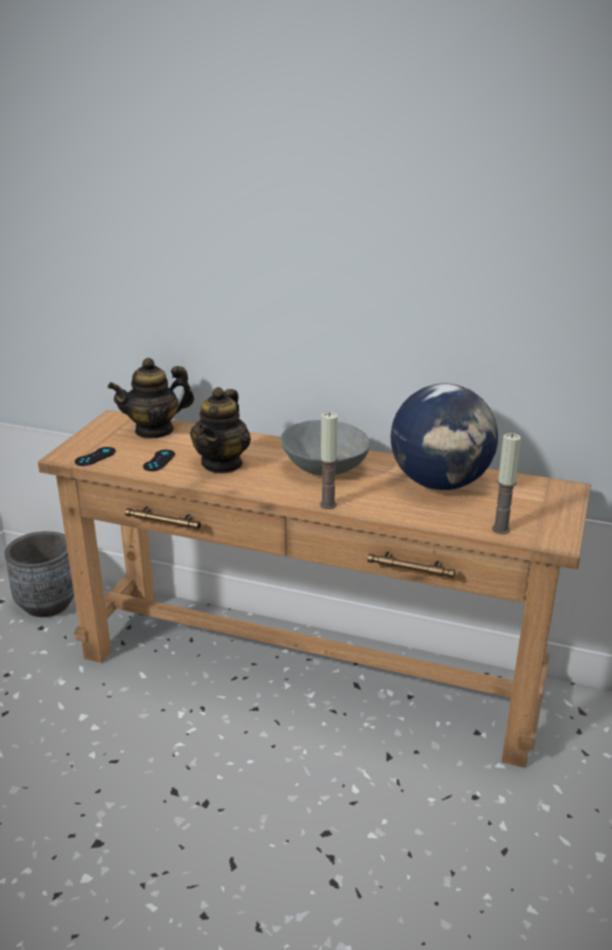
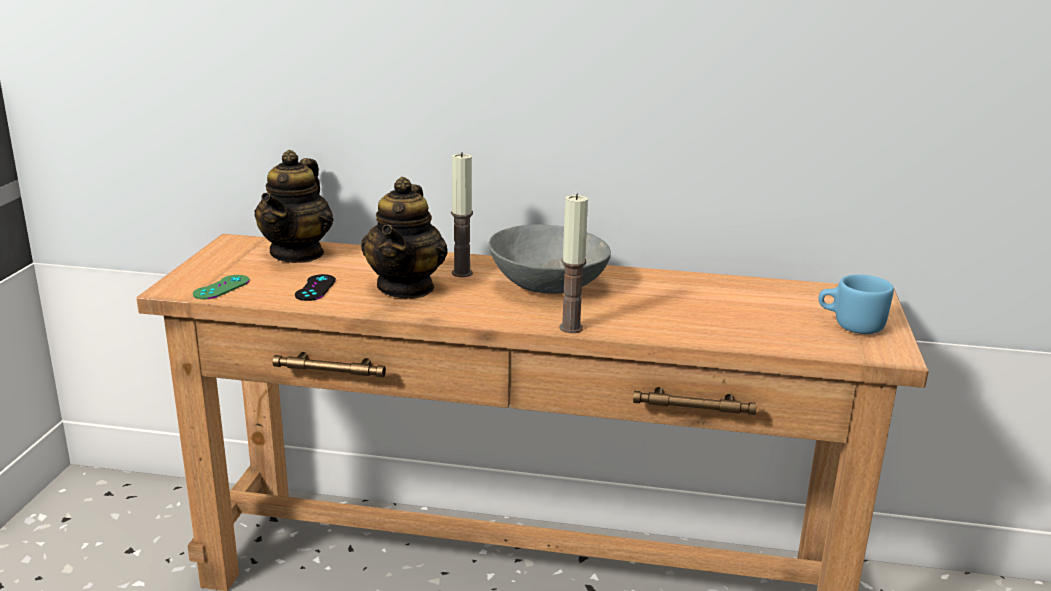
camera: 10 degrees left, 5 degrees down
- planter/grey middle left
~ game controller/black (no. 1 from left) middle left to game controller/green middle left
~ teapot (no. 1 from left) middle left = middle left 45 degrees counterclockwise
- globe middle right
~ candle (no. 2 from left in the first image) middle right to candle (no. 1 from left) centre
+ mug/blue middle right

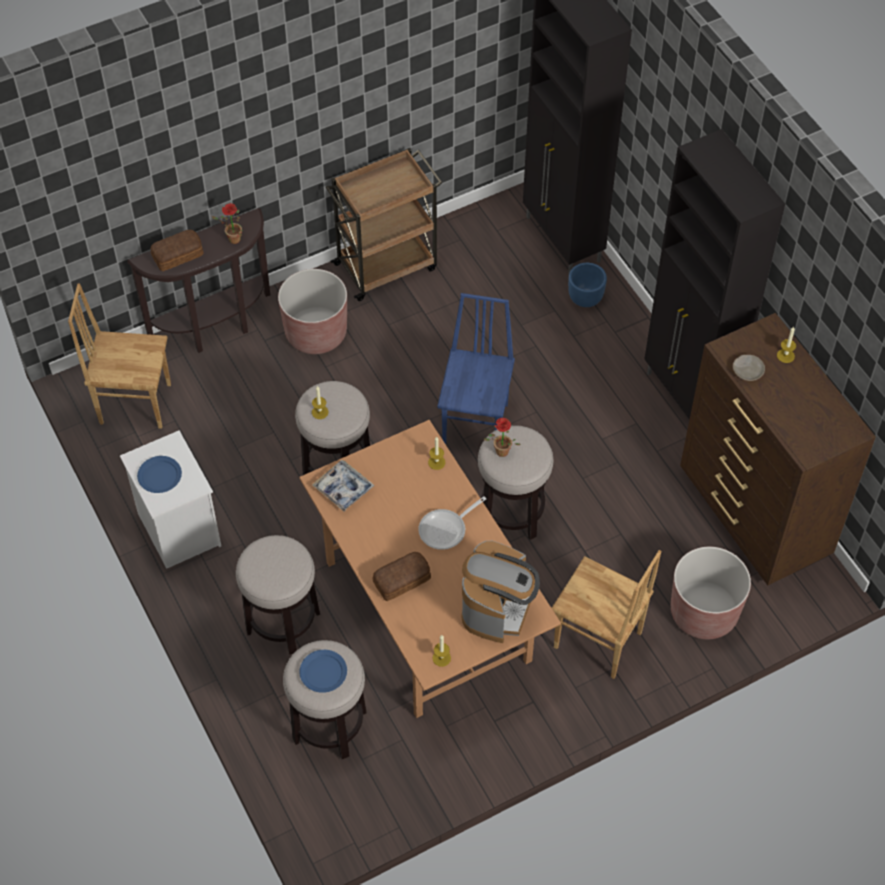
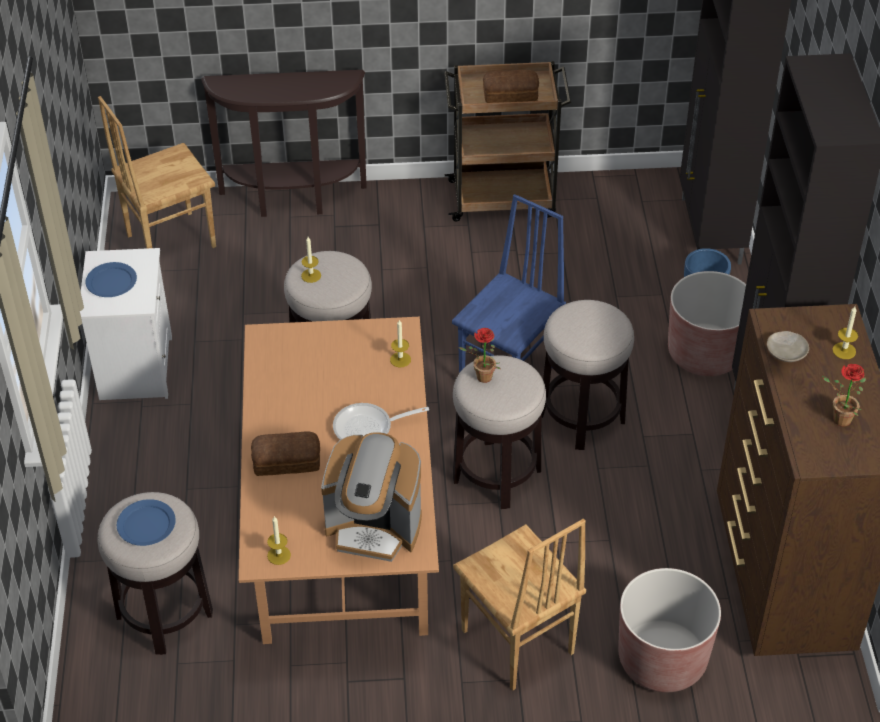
camera: 25 degrees right, 10 degrees down
~ chair/brown (no. 1 from left) middle left = top left 60 degrees counterclockwise
~ bread (no. 1 from left in the first image) top left to bread (no. 2 from left) top centre
~ potted plant (no. 1 from left in the first image) top left to potted plant (no. 2 from left) middle right
~ stool (no. 1 from left in the first image) bottom left to stool (no. 4 from left) middle right
~ planter/brown (no. 1 from left in the first image) centre to planter/brown (no. 2 from left) middle right
- tray centre
~ coffee machine bottom centre = bottom centre 60 degrees clockwise

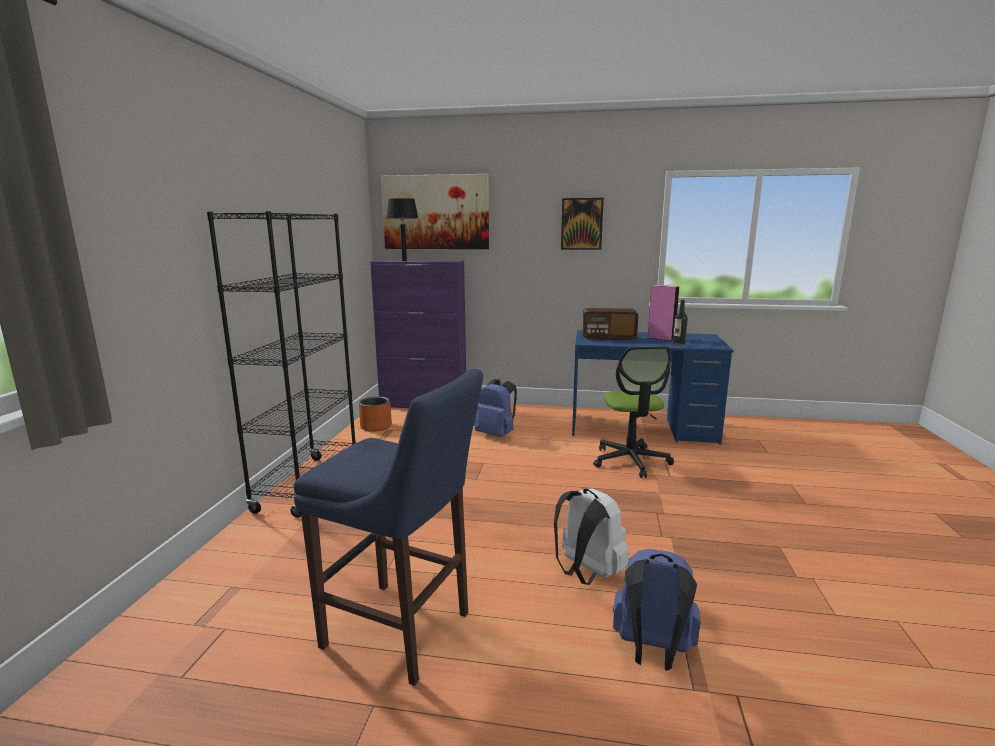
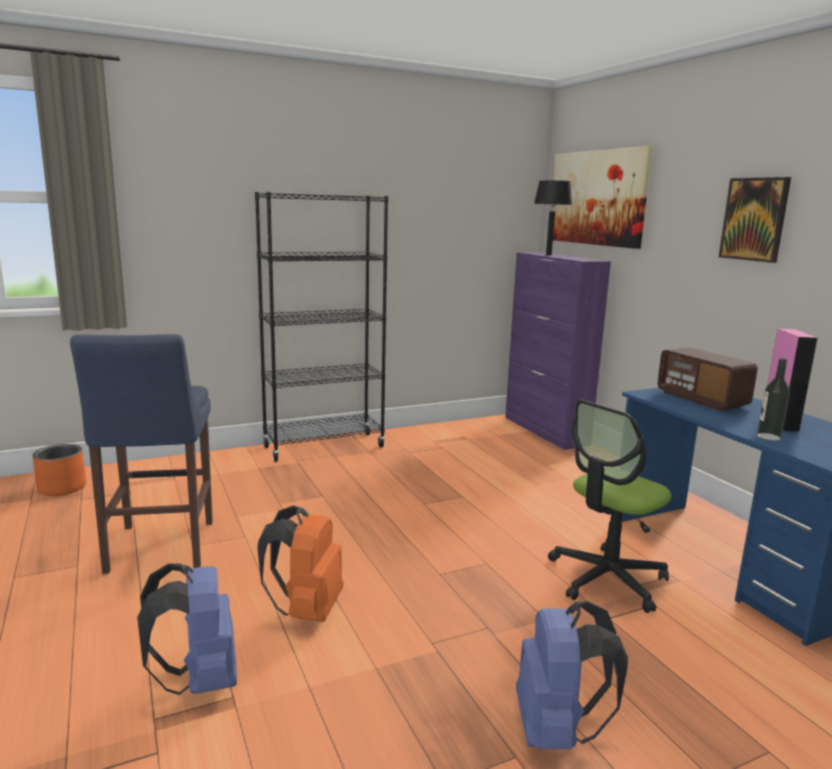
camera: 55 degrees right, 0 degrees up
~ planter/orange centre to middle left
~ backpack/blue (no. 1 from left in the first image) centre to backpack/blue (no. 2 from left) bottom right
~ backpack/white bottom centre to backpack/orange bottom centre

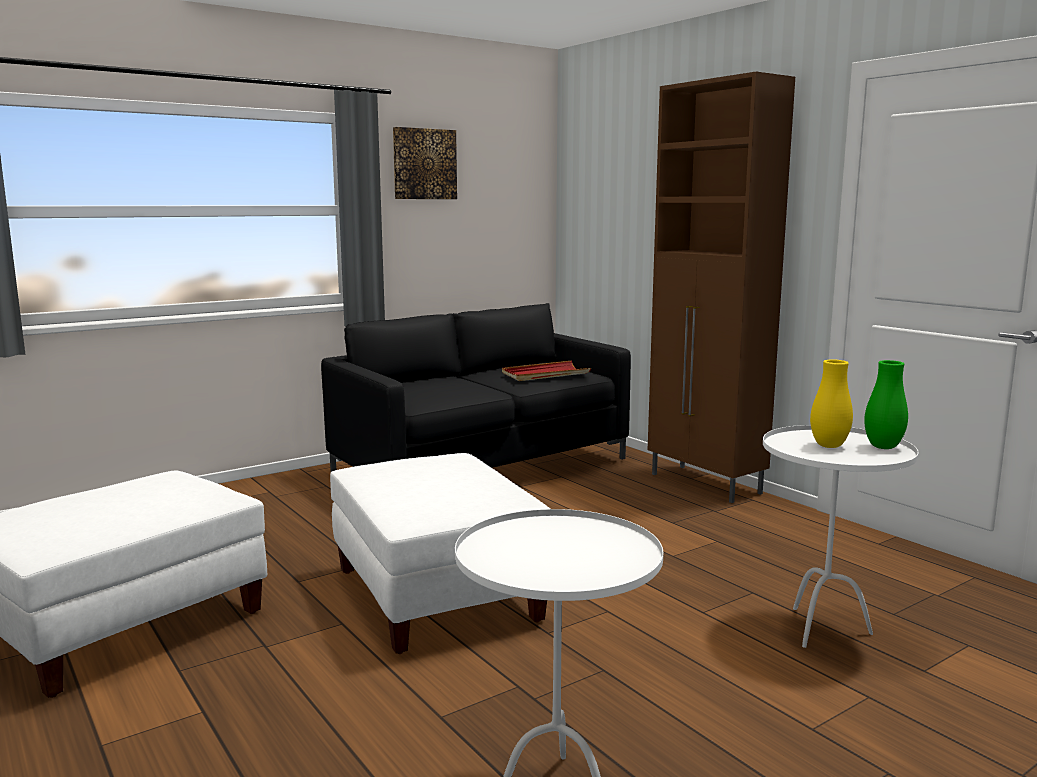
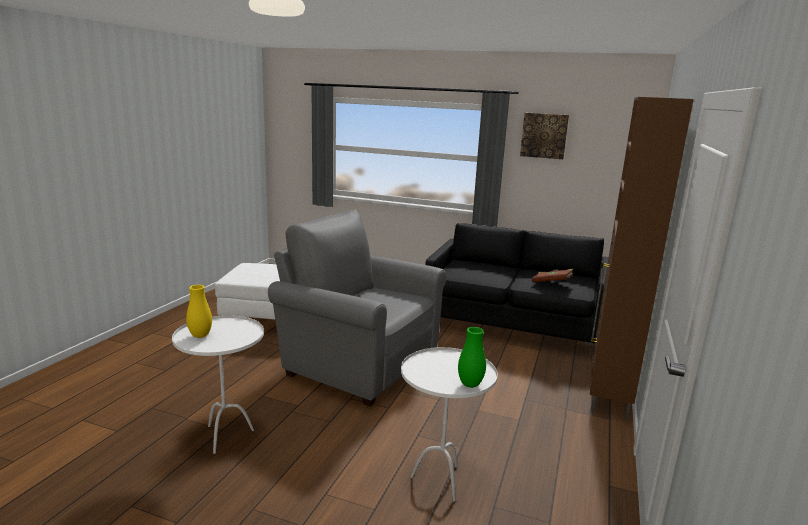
camera: 55 degrees right, 5 degrees up
~ ottoman/white (no. 2 from left) bottom centre to armchair/grey centre
~ tray/red centre to book/brown middle right
~ vase/yellow middle right to middle left

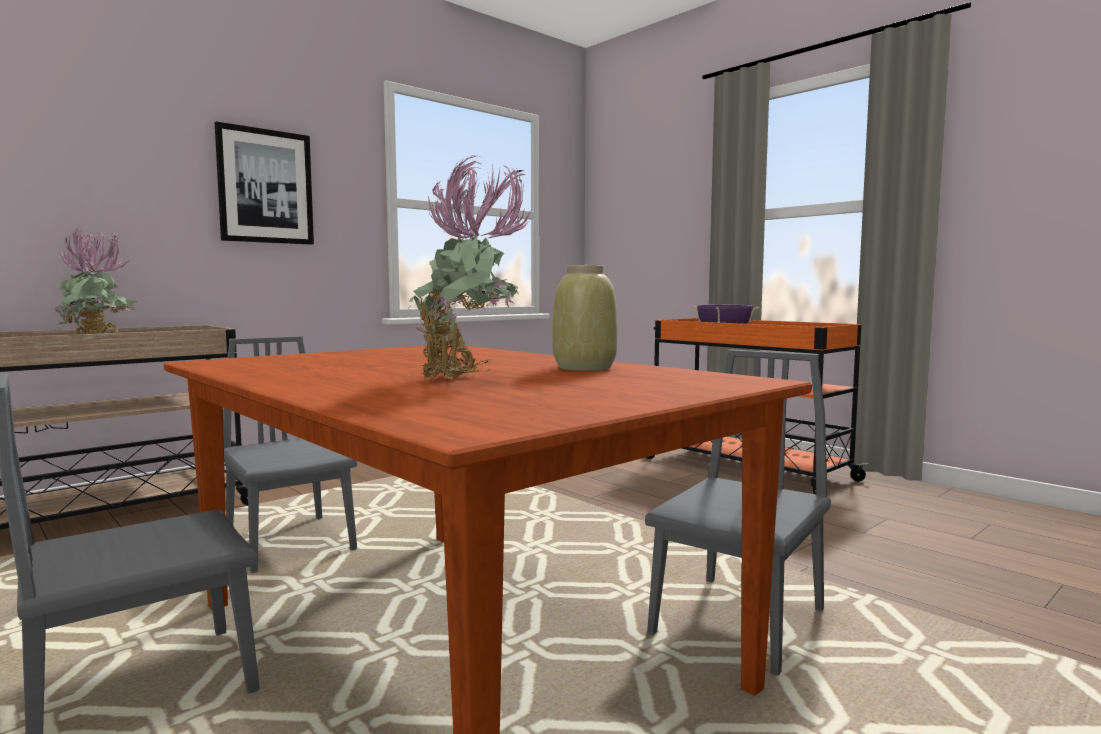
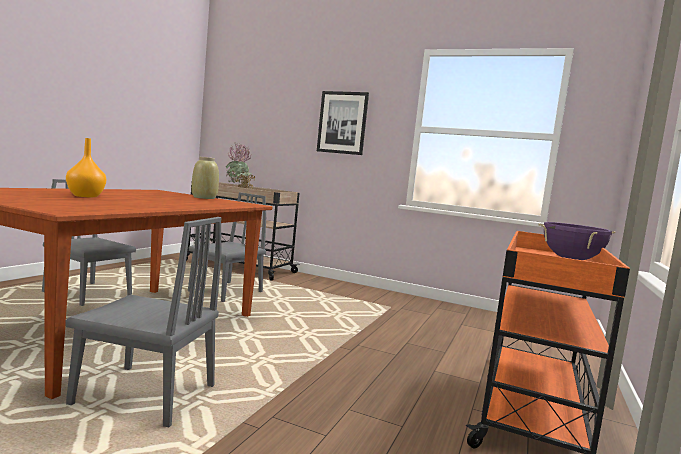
camera: 65 degrees right, 0 degrees up
~ potted plant (no. 2 from left) centre to vase/orange middle left
~ vase/beige centre to middle left

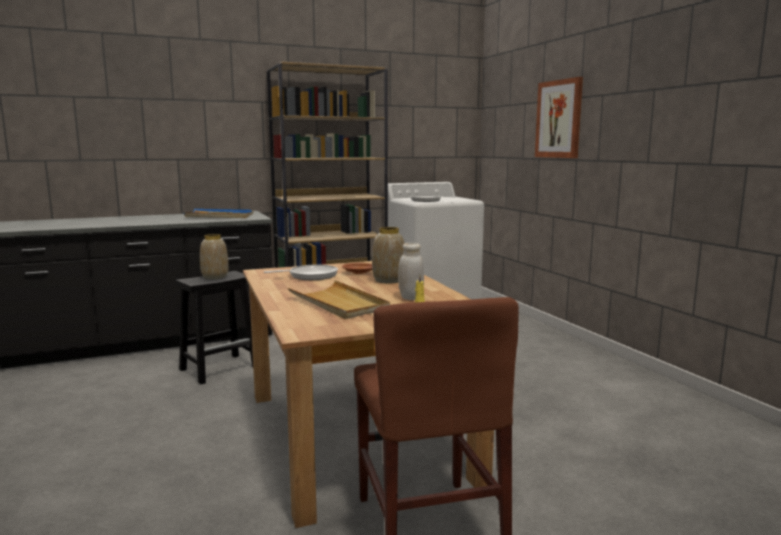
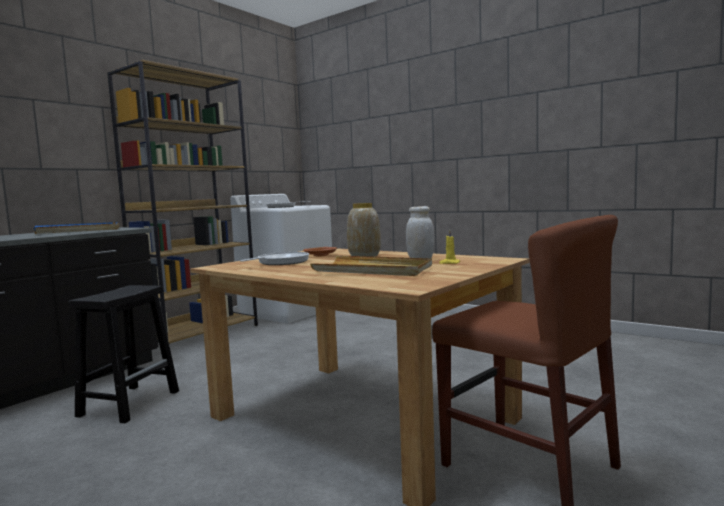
camera: 30 degrees left, 5 degrees down
- vase (no. 1 from left) middle left
- picture top right

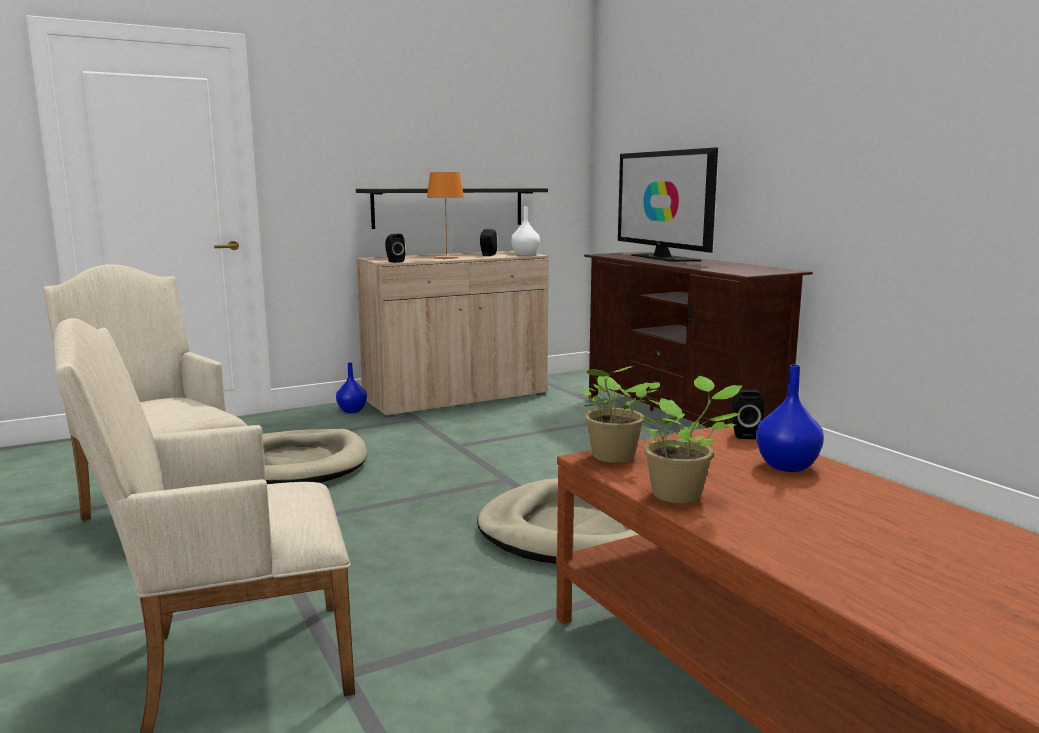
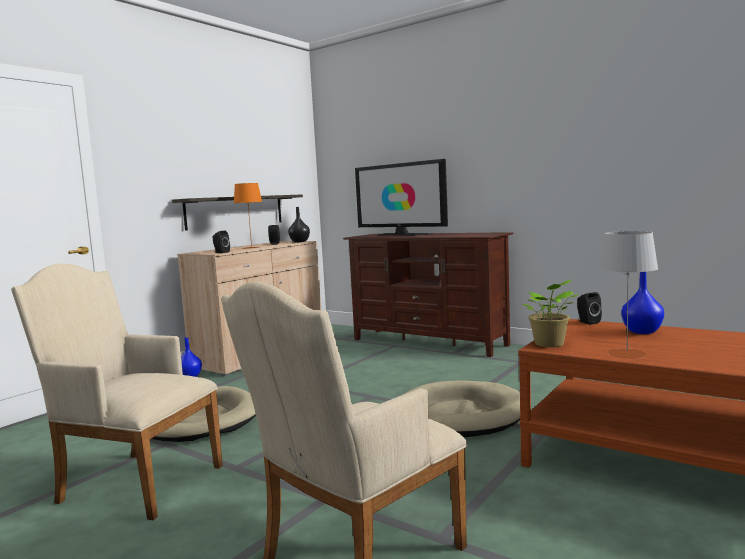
camera: 25 degrees left, 5 degrees down
~ vase/white top centre to vase/black centre
~ potted plant (no. 2 from left) middle right to table lamp/grey middle right

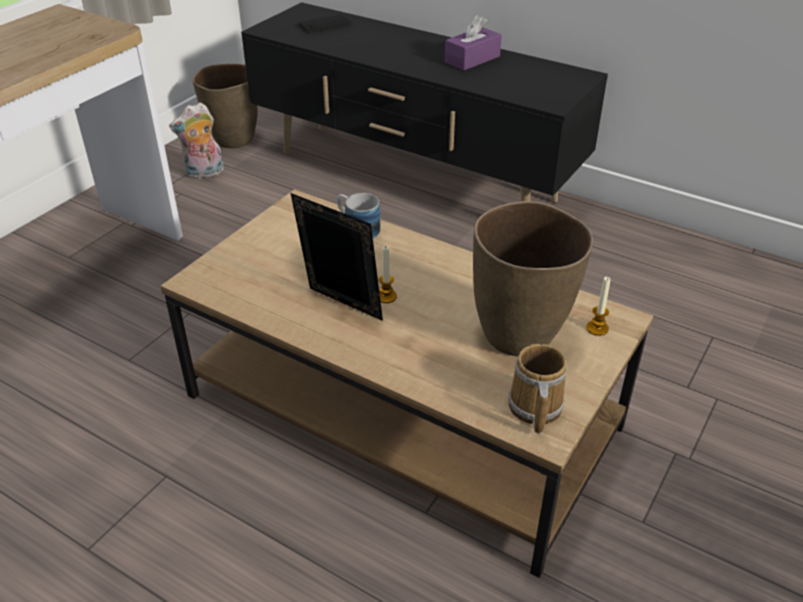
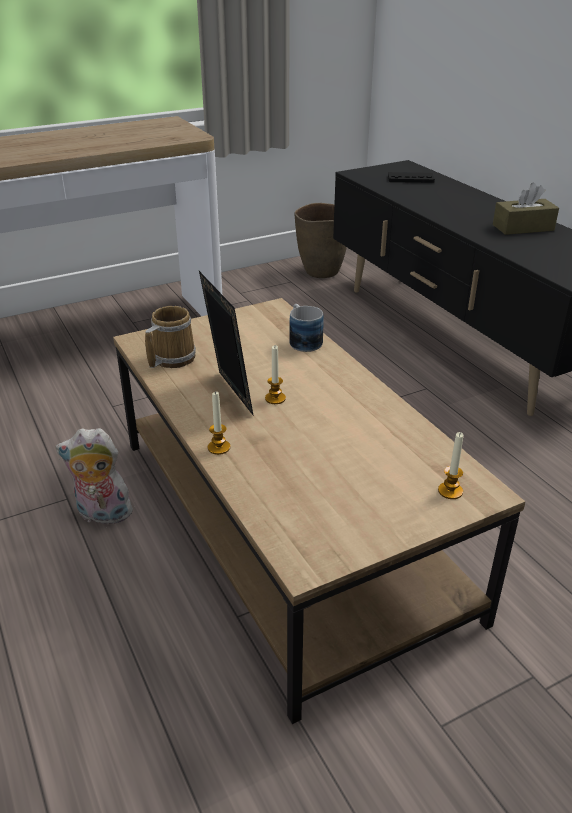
camera: 30 degrees right, 5 degrees down
~ plush toy top left to middle left
~ tissue box/purple top centre to tissue box/brown top right
- vase/brown (no. 2 from left) centre
~ mug (no. 2 from left in the first image) middle right to mug (no. 1 from left) middle left
+ candle (no. 1 from left) centre

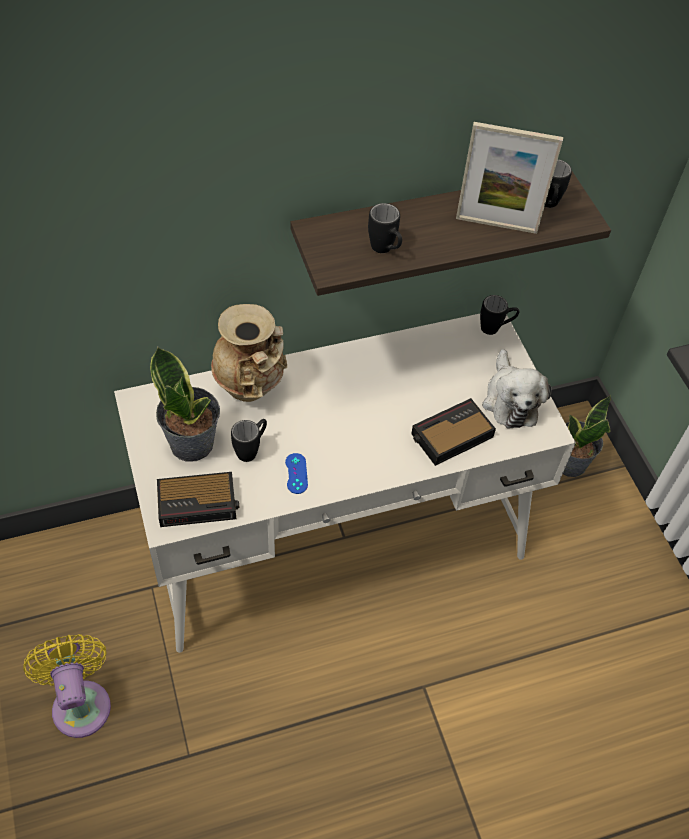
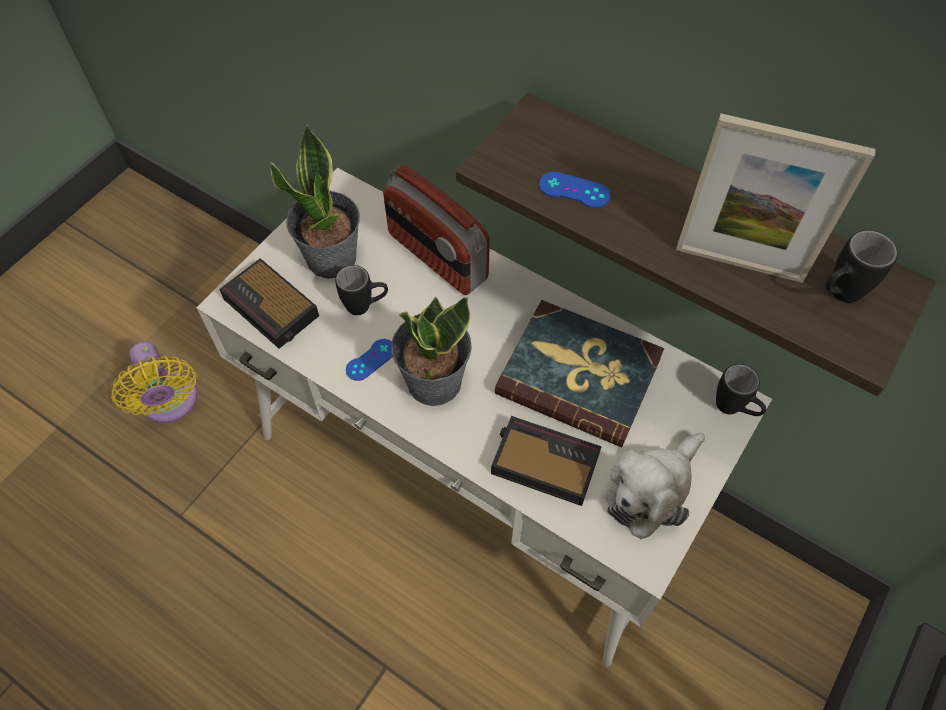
camera: 55 degrees right, 5 degrees up
~ fan/yellow bottom left = middle left 120 degrees clockwise
~ vase/beige centre to radio top centre
~ mug/black (no. 2 from left) top centre to game controller/blue (no. 2 from left) top centre
~ picture frame top right = top right 45 degrees counterclockwise
~ potted plant (no. 2 from left) middle right to centre
+ book centre

